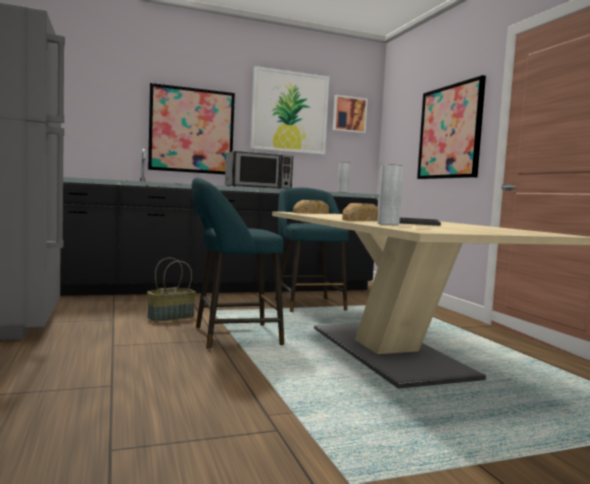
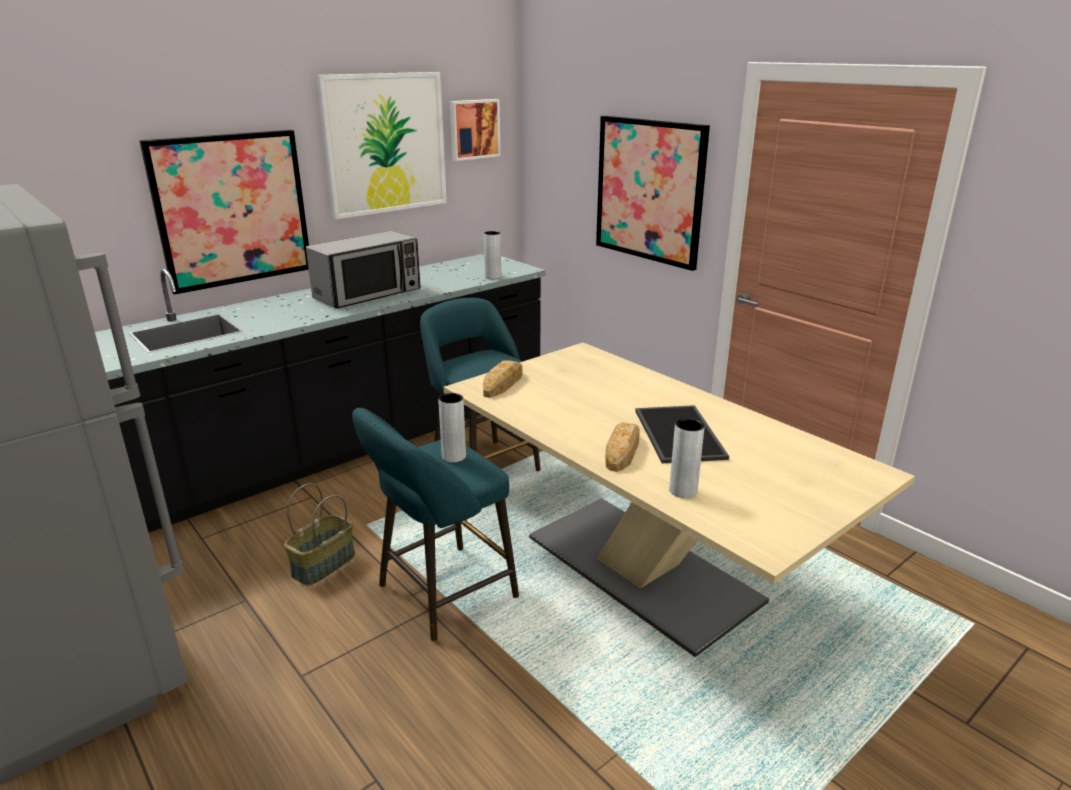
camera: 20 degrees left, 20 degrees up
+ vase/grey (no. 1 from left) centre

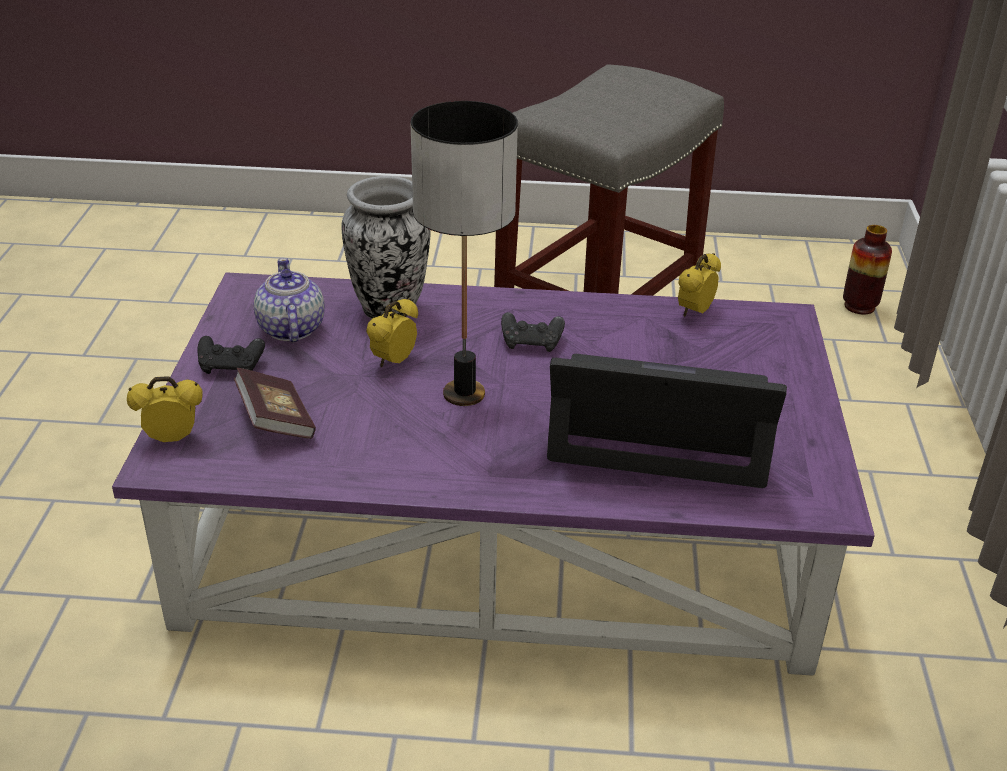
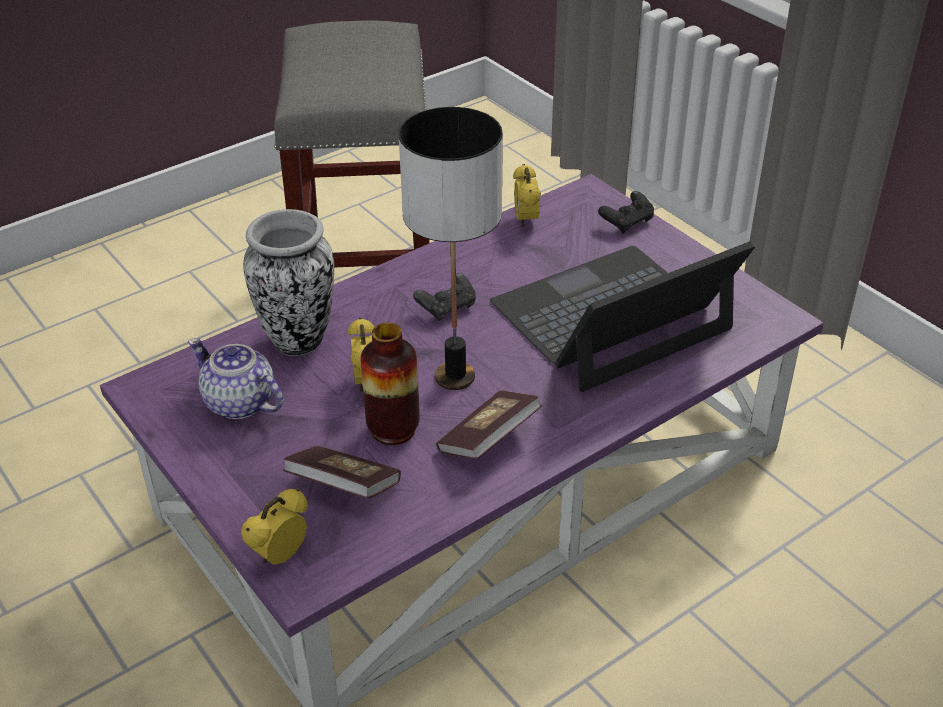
camera: 40 degrees left, 5 degrees up
~ game controller/black (no. 1 from left in the first image) middle left to game controller/black (no. 2 from left) top centre
~ vase (no. 2 from left) middle right to centre
+ book (no. 2 from left) centre

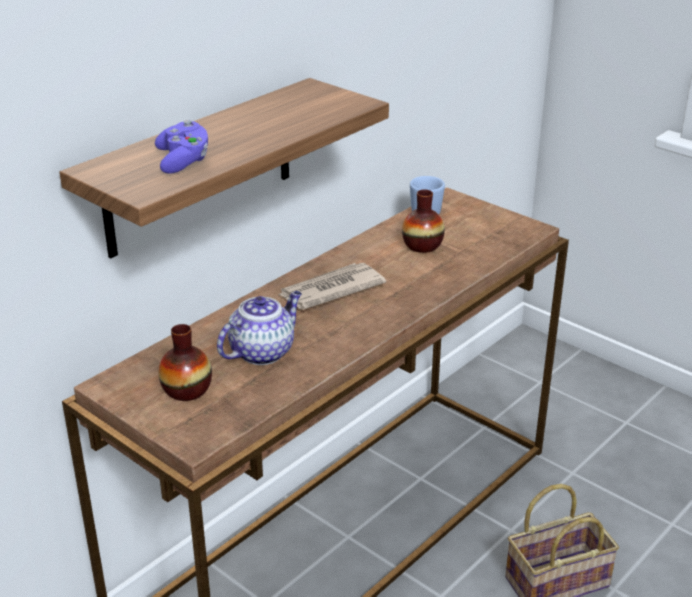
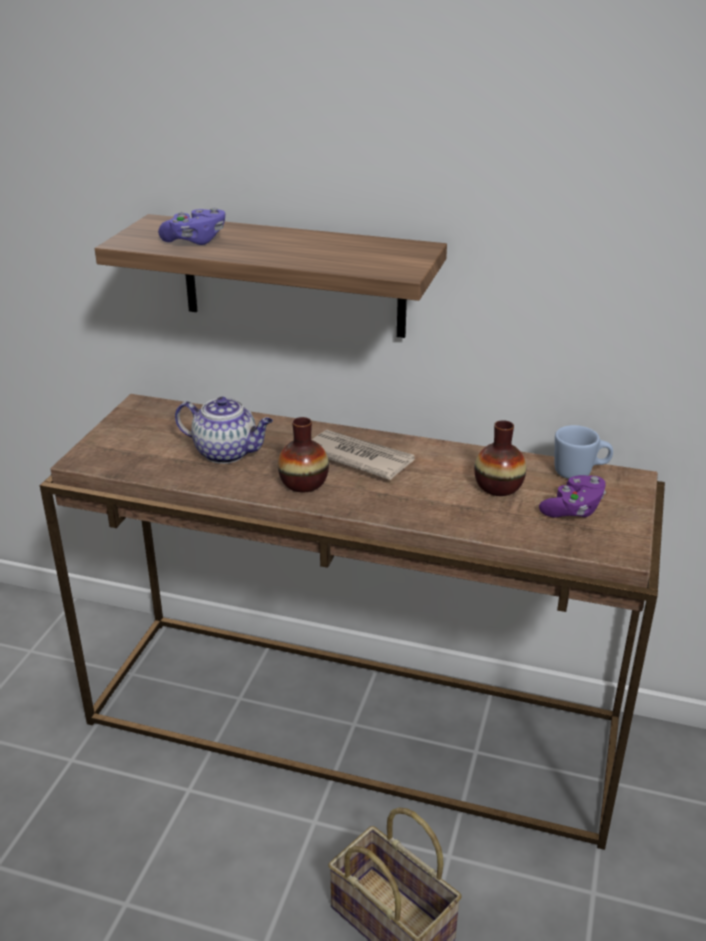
camera: 65 degrees right, 0 degrees up
~ vase (no. 1 from left) middle left to centre
+ game controller/purple (no. 2 from left) middle right

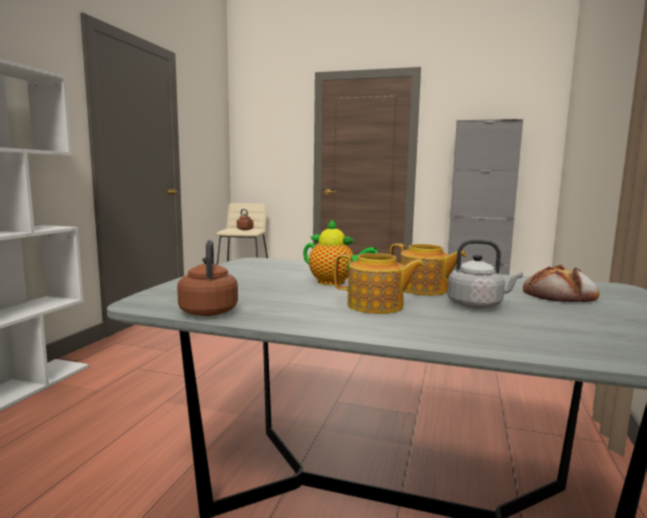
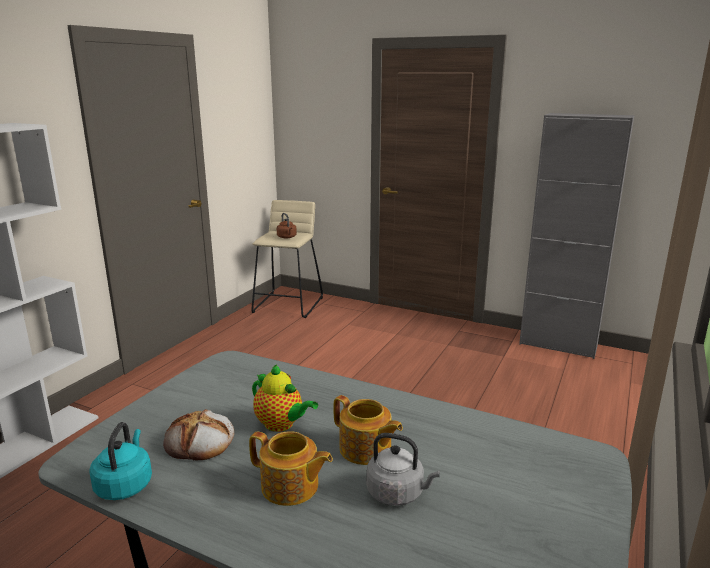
camera: 10 degrees right, 10 degrees up
~ kettle/brown (no. 1 from left) middle left to kettle/turquoise bottom left
~ bread middle right to bottom left

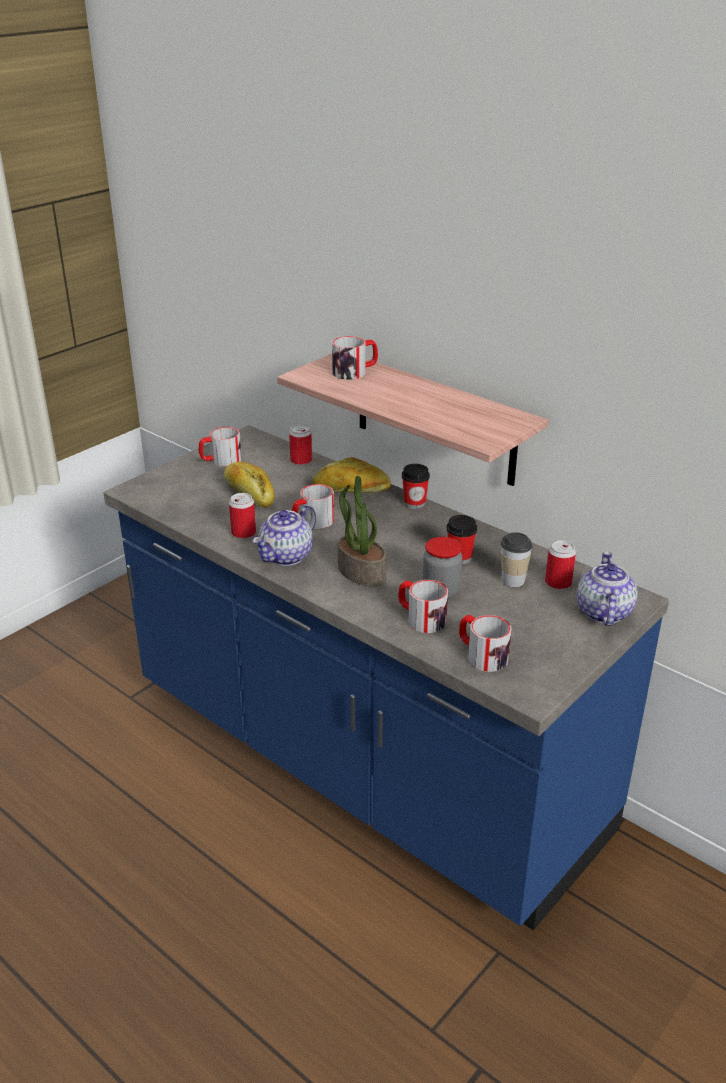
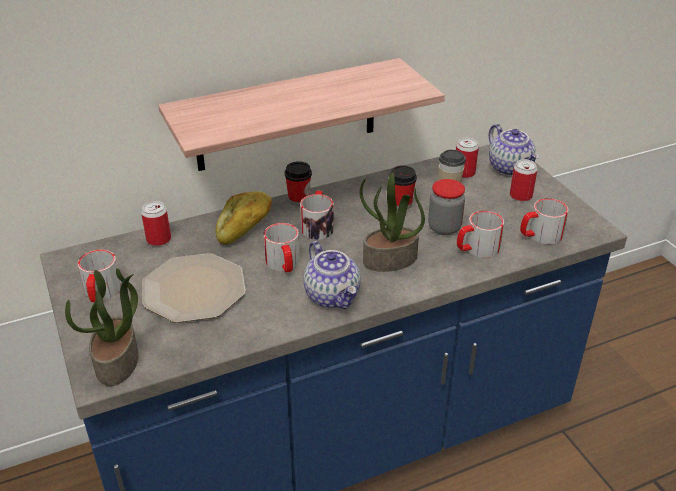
camera: 65 degrees left, 5 degrees up
~ bread (no. 1 from left) centre to plate middle left
~ can (no. 1 from left in the first image) centre to can (no. 3 from left) middle right
~ mug (no. 3 from left) top centre to centre
~ teapot (no. 2 from left) middle right = top right 150 degrees counterclockwise
+ potted plant (no. 1 from left) middle left

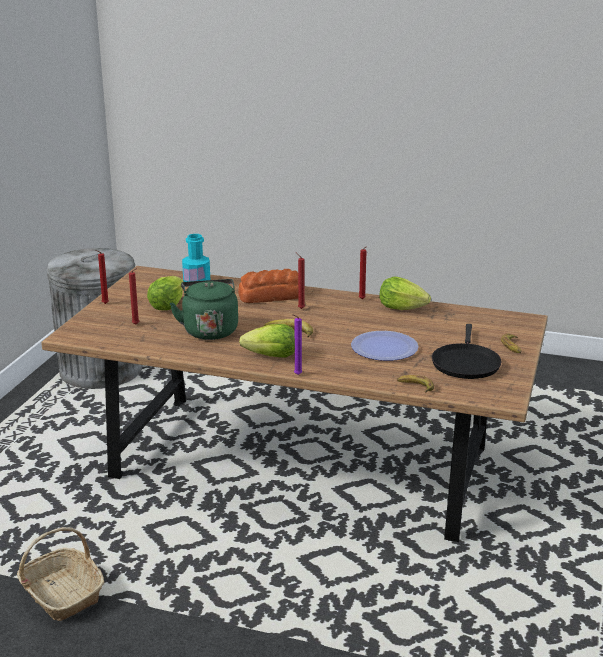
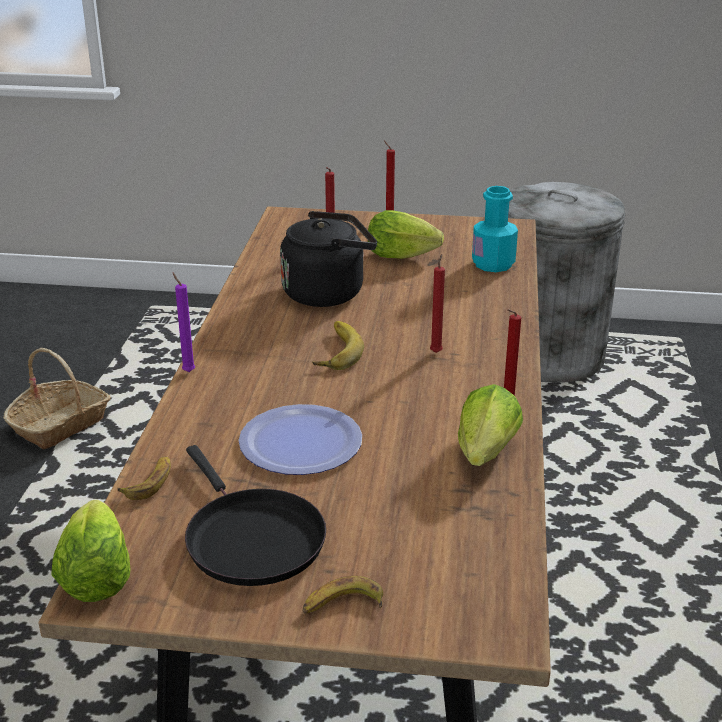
camera: 80 degrees right, 5 degrees up
~ kettle/green centre to kettle/black centre
- bread centre
~ lettuce (no. 2 from left in the first image) centre to lettuce (no. 1 from left) bottom left
~ frying pan/black middle right = bottom centre 120 degrees counterclockwise

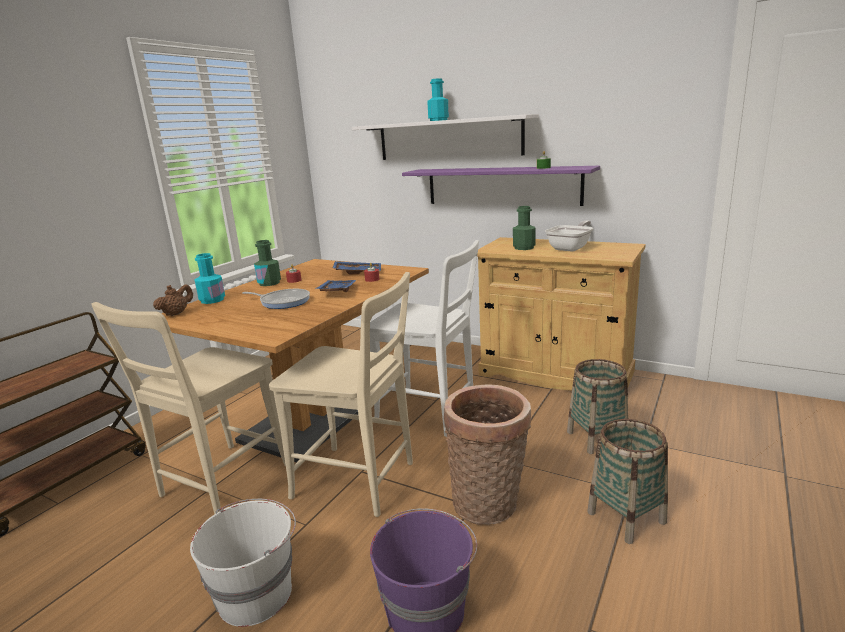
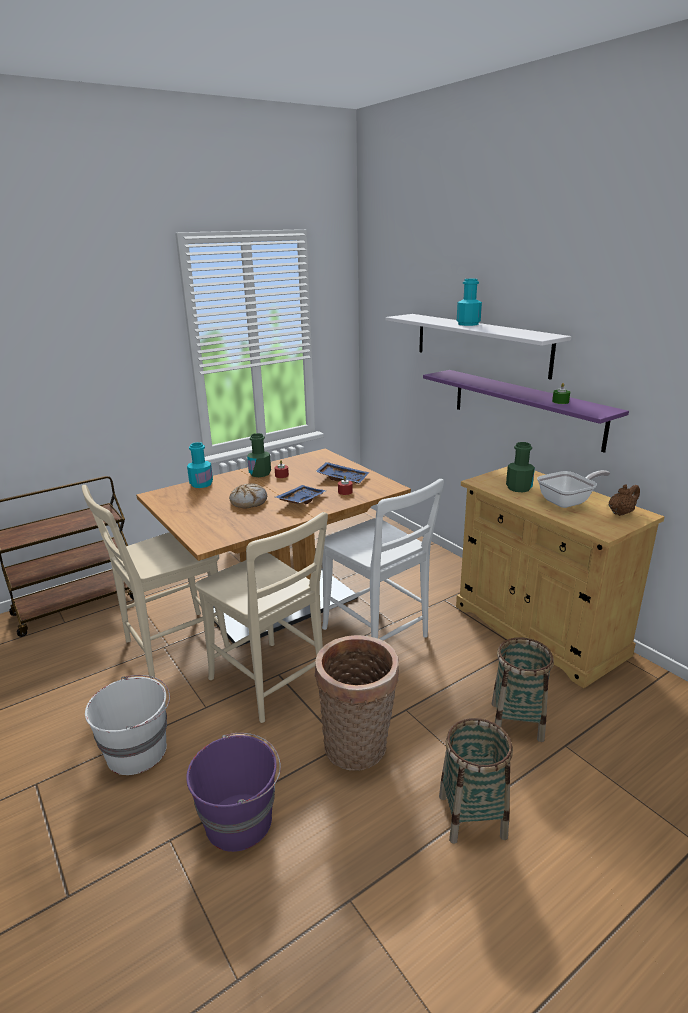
camera: 25 degrees right, 5 degrees up
~ teapot/brown middle left to middle right
~ frying pan (no. 1 from left) middle left to bread centre

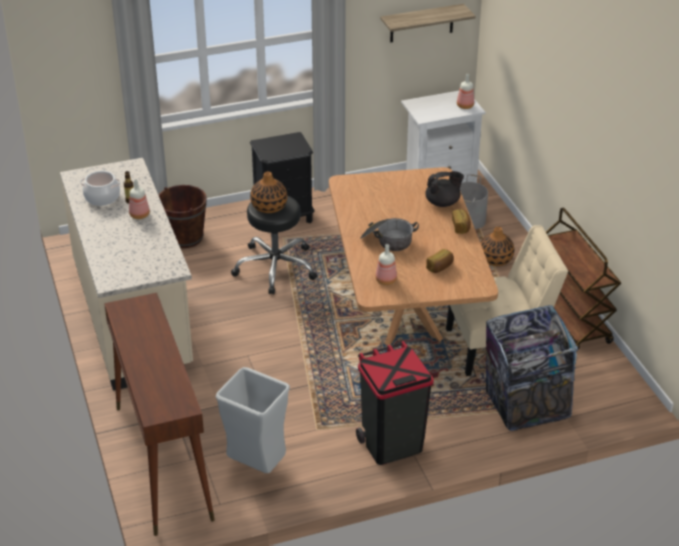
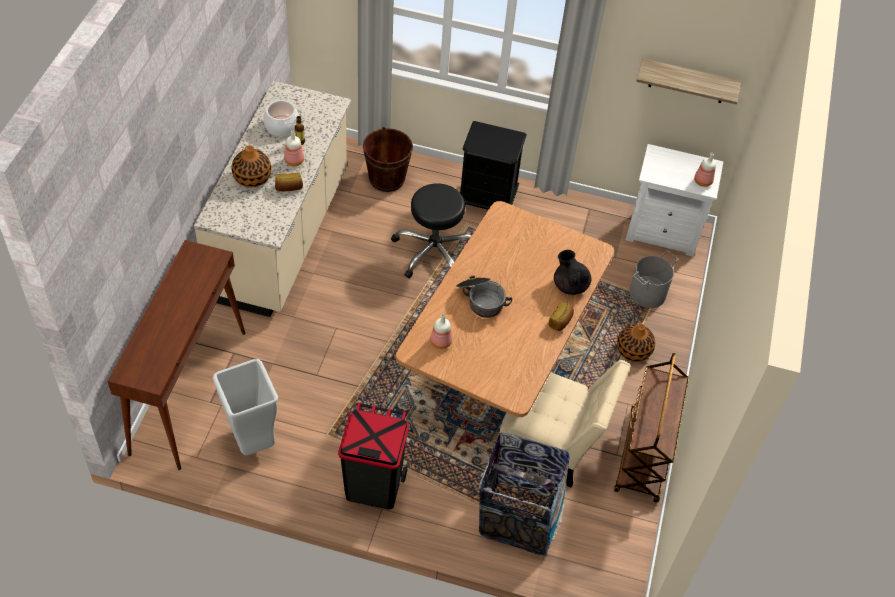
camera: 30 degrees right, 15 degrees up
~ vase (no. 1 from left) centre to top left
~ teapot/black centre = centre 135 degrees counterclockwise
~ bread (no. 1 from left) centre to top left

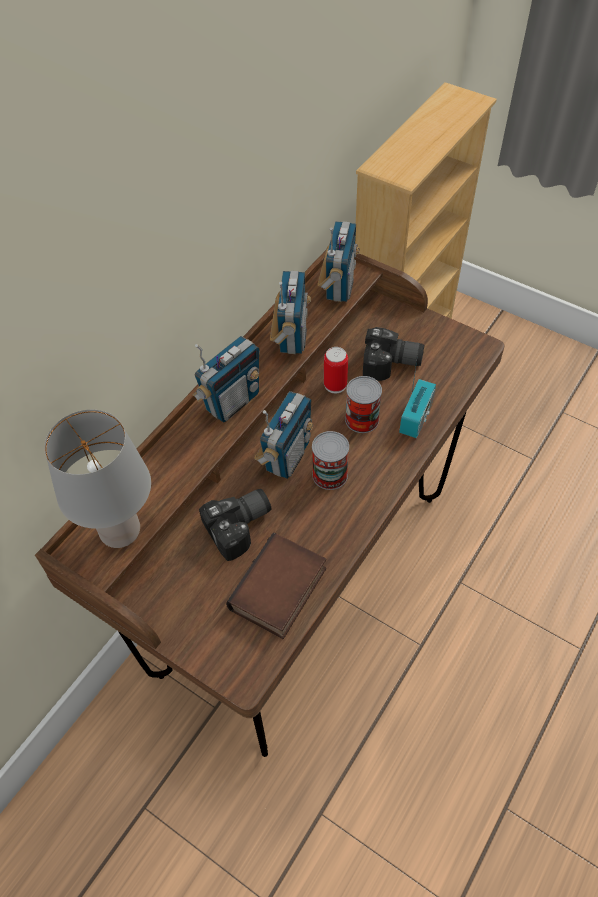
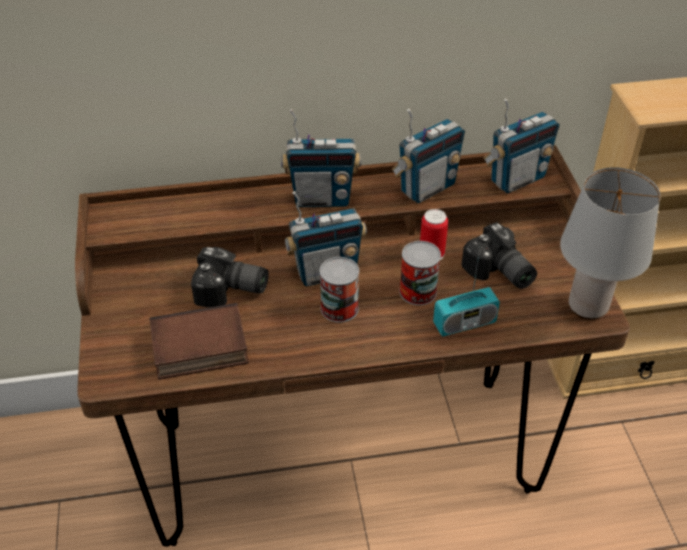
camera: 45 degrees right, 10 degrees down
~ table lamp/grey middle left to middle right

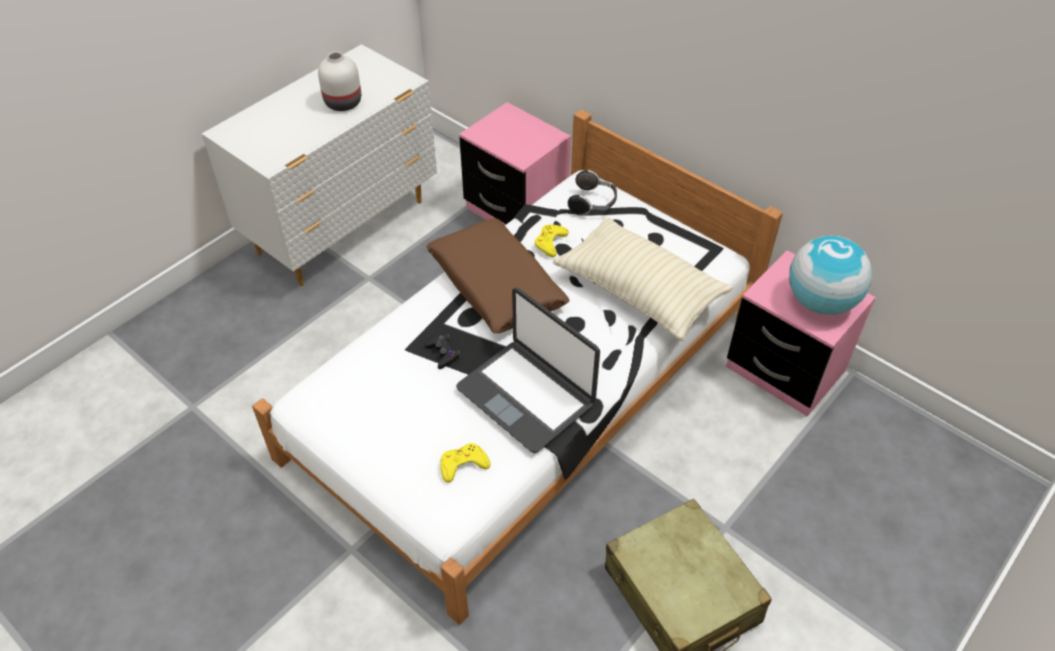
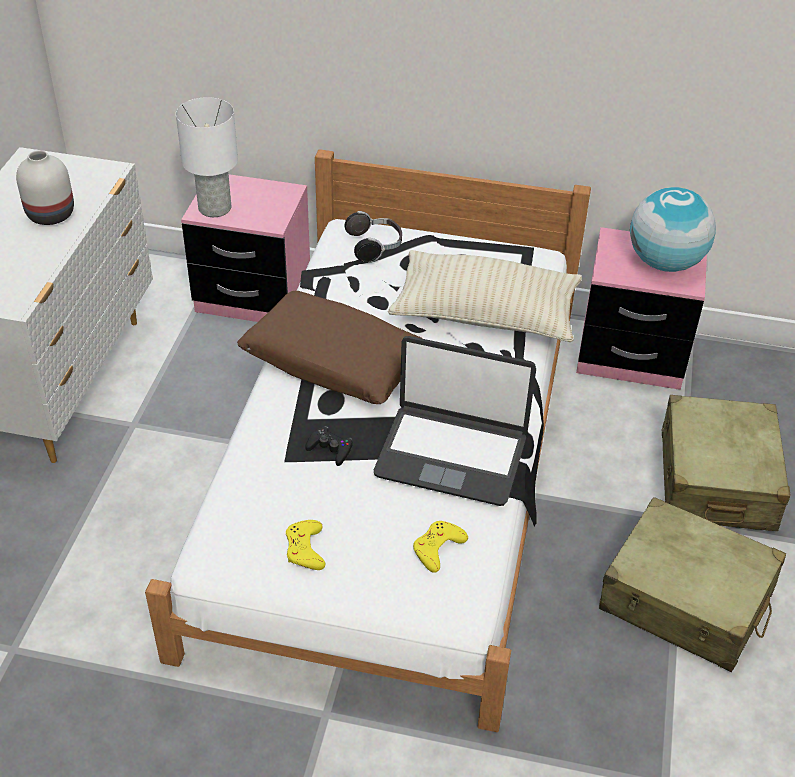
camera: 30 degrees left, 5 degrees down
~ game controller/yellow (no. 2 from left in the first image) centre to game controller/yellow (no. 1 from left) bottom centre
+ table lamp/white top left
+ suitcase/beige (no. 2 from left) middle right

